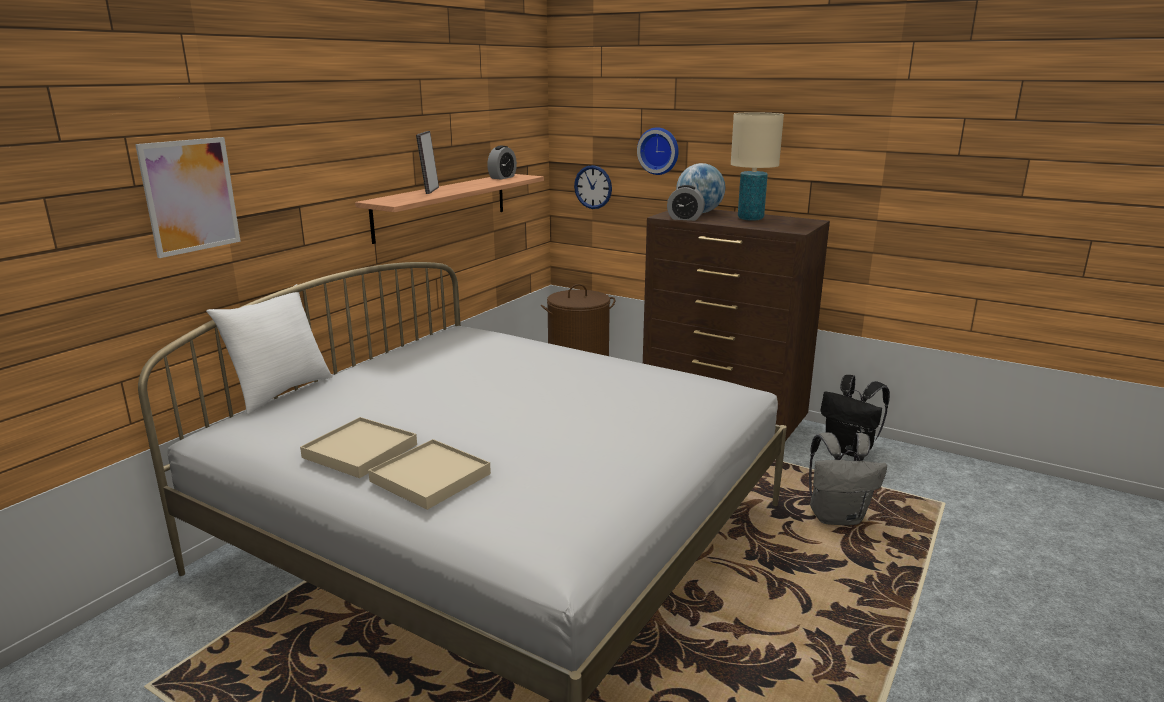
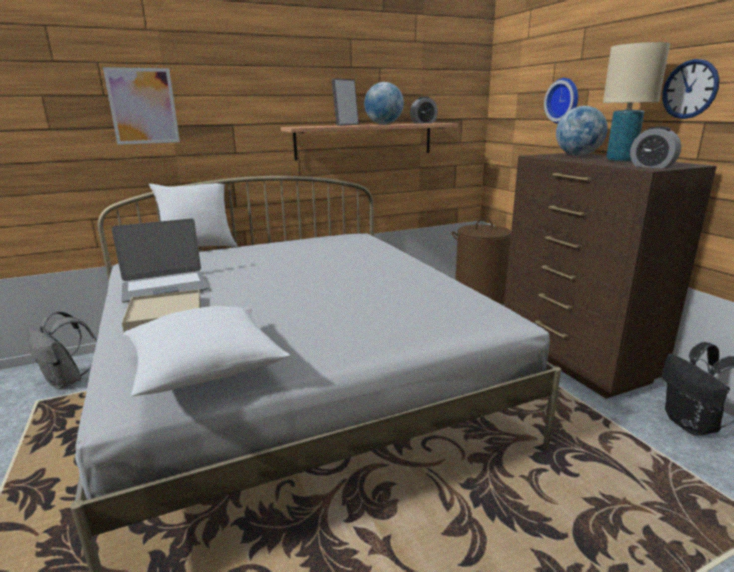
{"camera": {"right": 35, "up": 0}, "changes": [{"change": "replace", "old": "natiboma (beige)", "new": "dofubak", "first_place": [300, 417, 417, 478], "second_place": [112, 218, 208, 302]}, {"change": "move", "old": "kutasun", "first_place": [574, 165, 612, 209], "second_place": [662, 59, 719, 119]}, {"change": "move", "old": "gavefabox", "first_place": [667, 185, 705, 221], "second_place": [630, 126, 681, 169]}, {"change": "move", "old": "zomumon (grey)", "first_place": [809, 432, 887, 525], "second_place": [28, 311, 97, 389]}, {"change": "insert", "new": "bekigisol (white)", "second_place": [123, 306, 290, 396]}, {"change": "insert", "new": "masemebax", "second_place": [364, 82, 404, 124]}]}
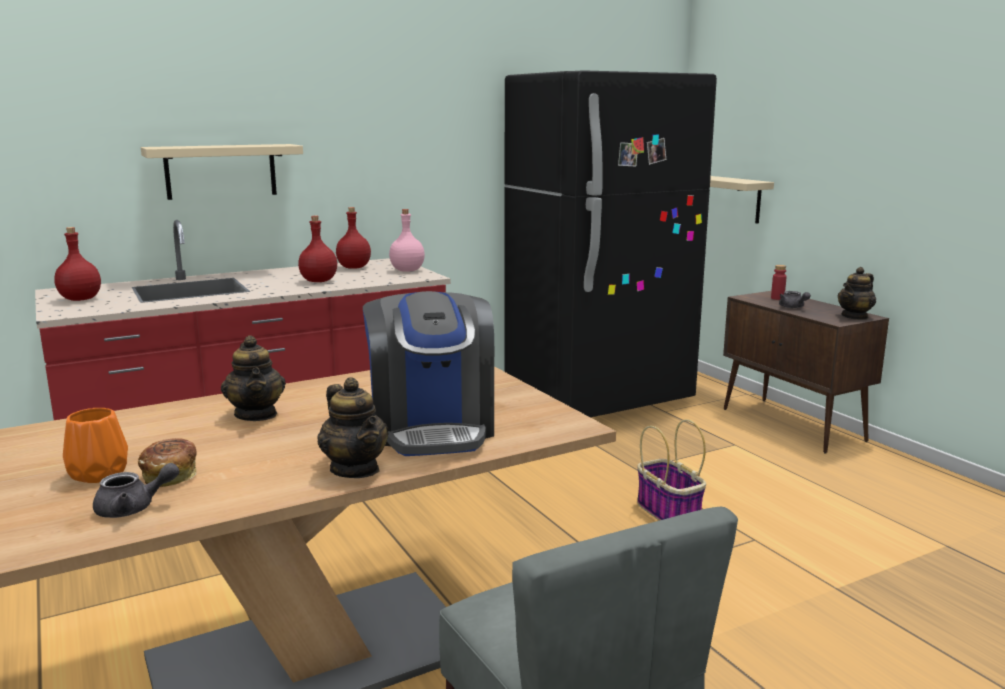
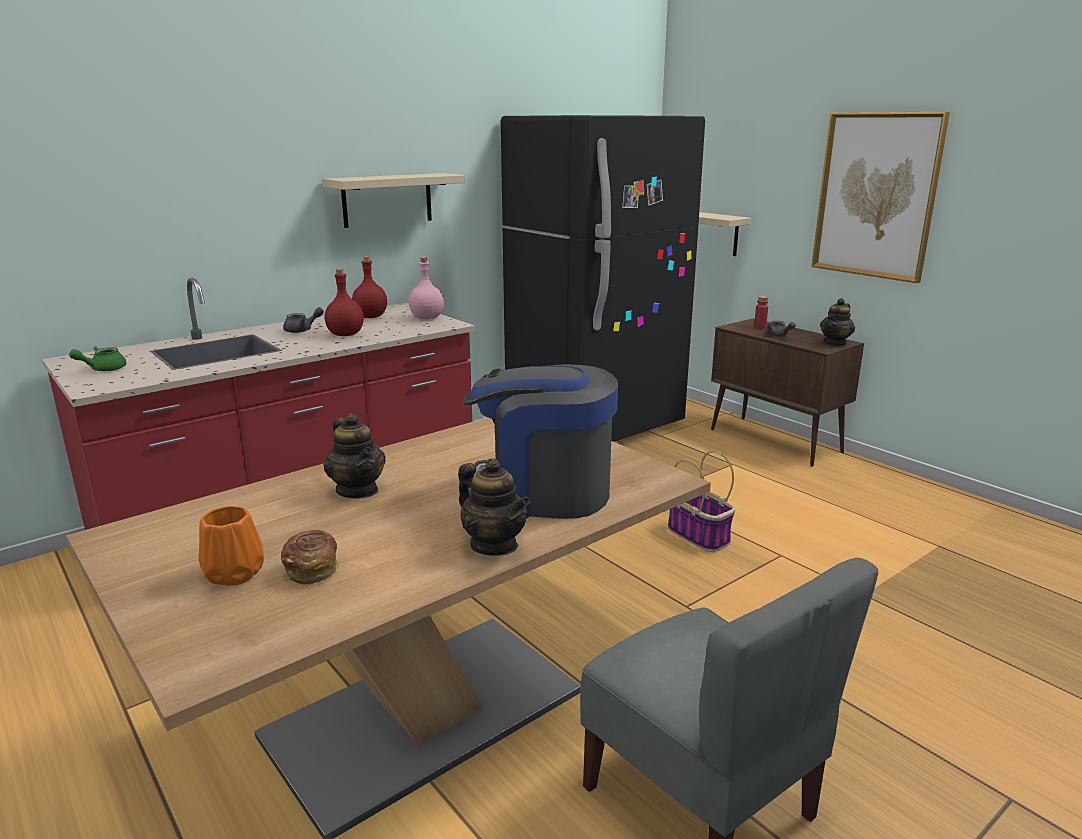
{"camera": {"right": -10, "up": 5}, "changes": [{"change": "replace", "old": "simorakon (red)", "new": "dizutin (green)", "first_place": [54, 227, 101, 301], "second_place": [69, 346, 127, 371]}, {"change": "move", "old": "dizutin (grey)", "first_place": [93, 463, 179, 518], "second_place": [283, 307, 324, 333]}, {"change": "move", "old": "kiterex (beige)", "first_place": [141, 144, 303, 200], "second_place": [323, 173, 465, 228]}, {"change": "rotate", "old": "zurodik", "first_place": [363, 291, 494, 456], "second_place": [463, 364, 618, 519], "degrees": 120}, {"change": "insert", "new": "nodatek", "second_place": [811, 112, 950, 283]}]}
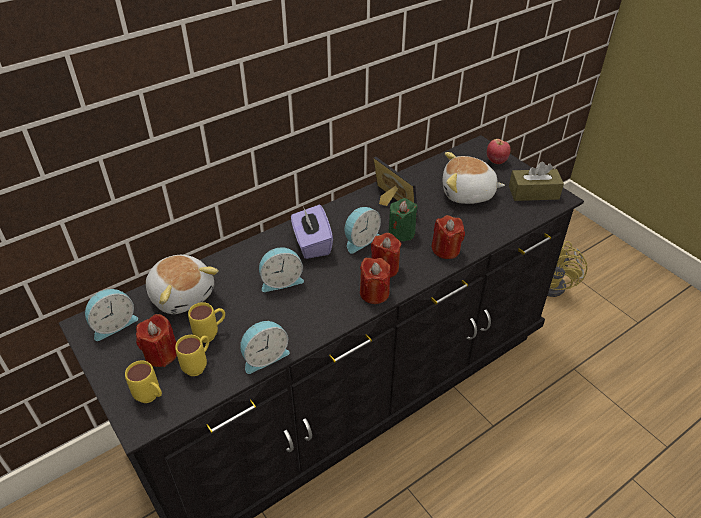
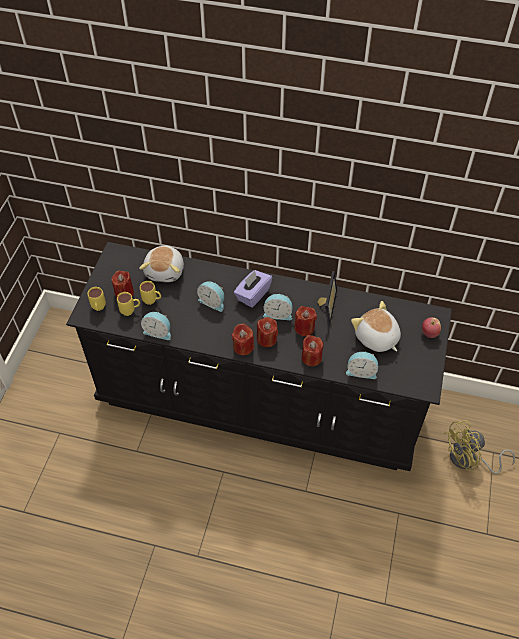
{"camera": {"right": 50, "up": 10}, "changes": [{"change": "move", "old": "gavefabox", "first_place": [85, 289, 138, 341], "second_place": [346, 351, 378, 379]}, {"change": "recolor", "old": "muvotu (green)", "new": "muvotu (red)", "first_place": [388, 198, 418, 241], "second_place": [294, 306, 317, 336]}, {"change": "delete", "old": "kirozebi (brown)", "first_place": [509, 162, 564, 201]}]}
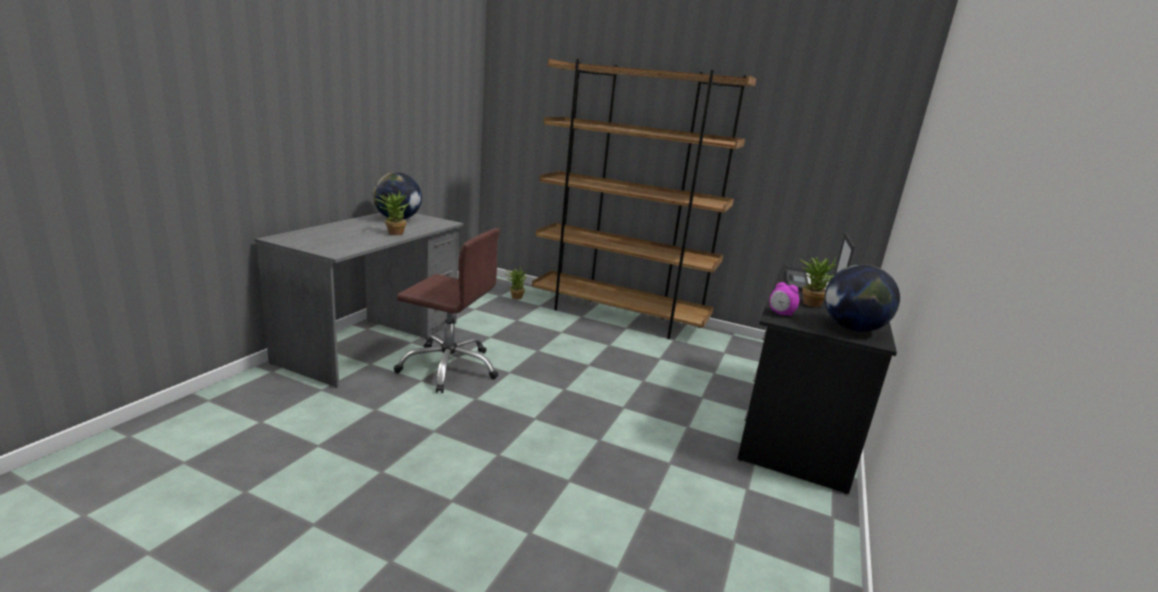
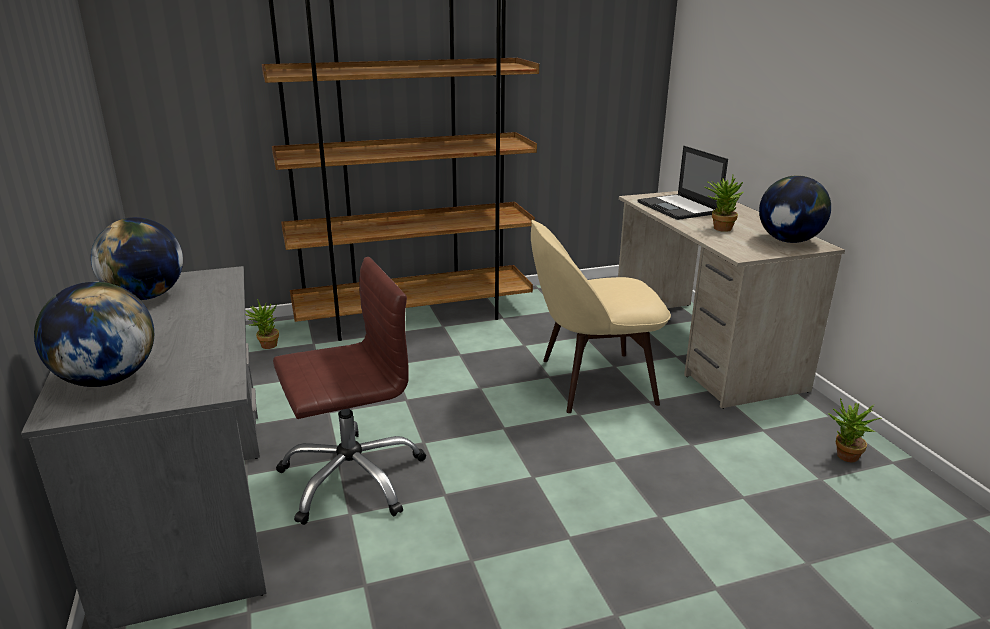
{"camera": {"right": -40, "up": 5}, "changes": [{"change": "move", "old": "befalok", "first_place": [375, 189, 409, 235], "second_place": [828, 398, 882, 462]}, {"change": "recolor", "old": "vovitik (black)", "new": "vovitik (beige)", "first_place": [737, 266, 897, 494], "second_place": [618, 191, 845, 409]}, {"change": "delete", "old": "gavefabox", "first_place": [769, 282, 800, 316]}, {"change": "insert", "new": "masemebax", "second_place": [34, 282, 154, 387]}, {"change": "insert", "new": "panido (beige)", "second_place": [531, 220, 671, 413]}]}
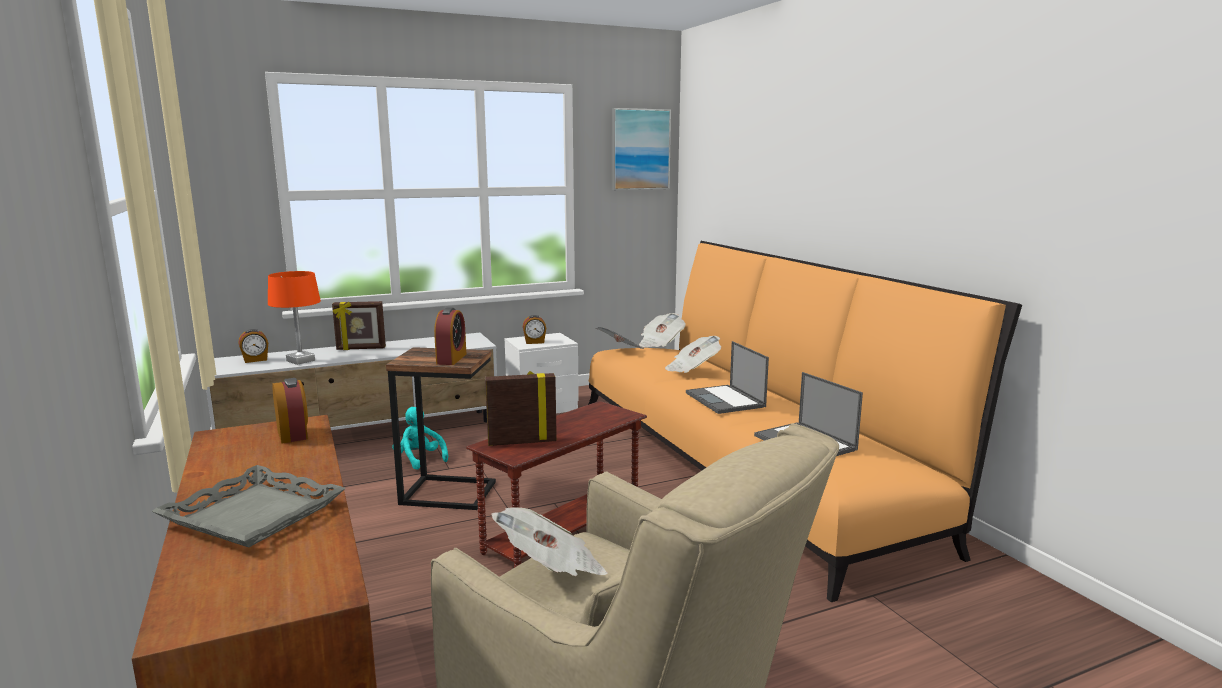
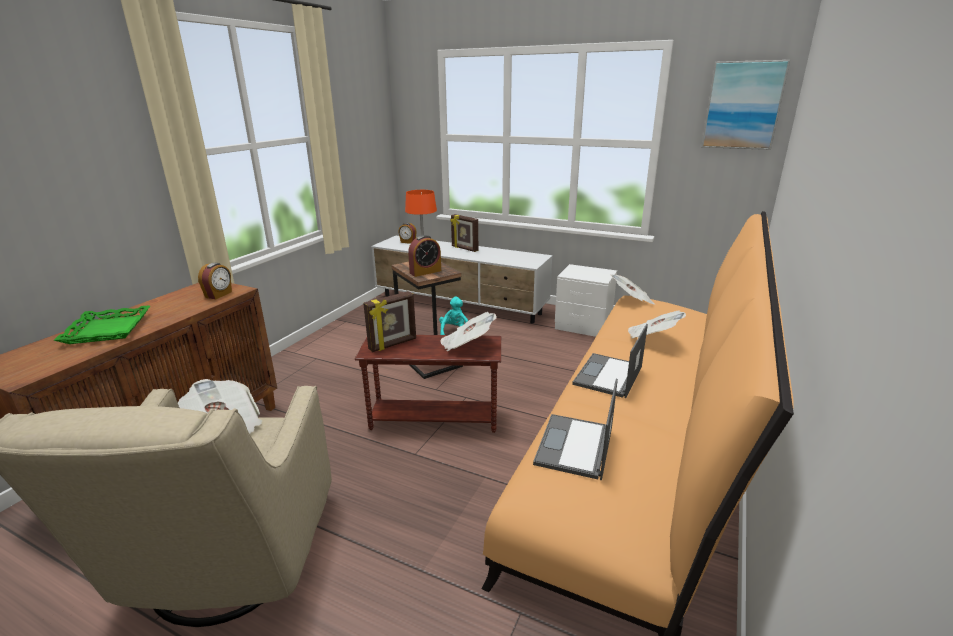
{"camera": {"right": 50, "up": 10}, "changes": [{"change": "recolor", "old": "natiboma (grey)", "new": "natiboma (green)", "first_place": [152, 465, 346, 547], "second_place": [53, 305, 150, 344]}, {"change": "rotate", "old": "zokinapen", "first_place": [485, 371, 557, 446], "second_place": [363, 291, 416, 352], "degrees": 105}, {"change": "delete", "old": "gavefabox", "first_place": [523, 315, 546, 344]}, {"change": "move", "old": "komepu", "first_place": [639, 313, 686, 347], "second_place": [440, 312, 496, 351]}]}
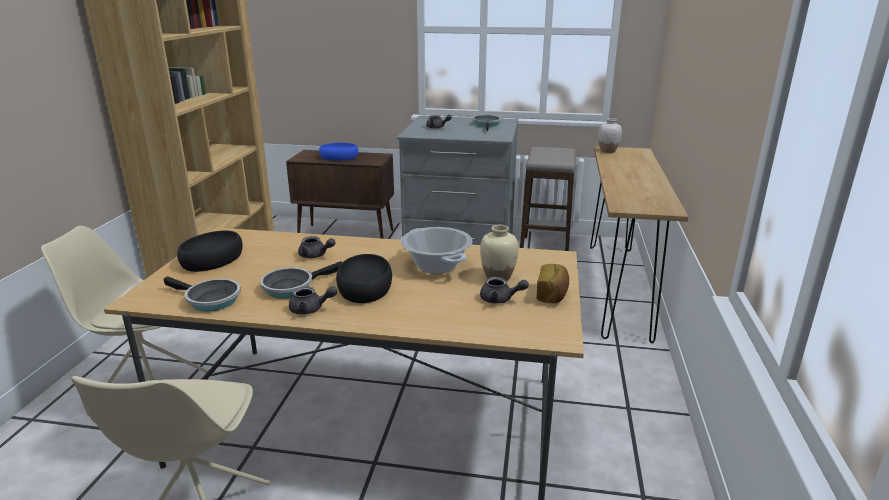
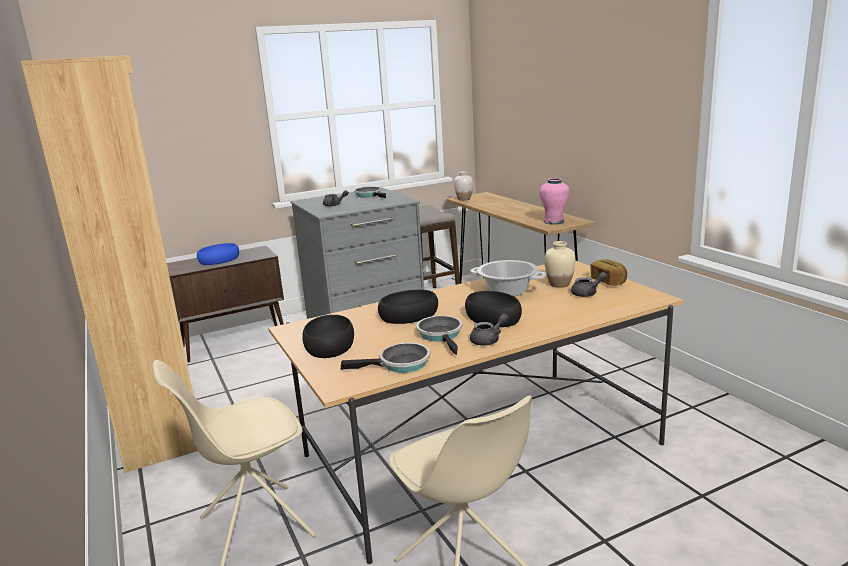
{"camera": {"right": -35, "up": -5}, "changes": [{"change": "rotate", "old": "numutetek", "first_place": [260, 261, 342, 298], "second_place": [416, 315, 462, 355], "degrees": 150}, {"change": "replace", "old": "dizutin (grey)", "new": "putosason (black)", "first_place": [298, 236, 336, 258], "second_place": [378, 290, 438, 324]}, {"change": "insert", "new": "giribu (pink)", "second_place": [539, 178, 570, 224]}]}
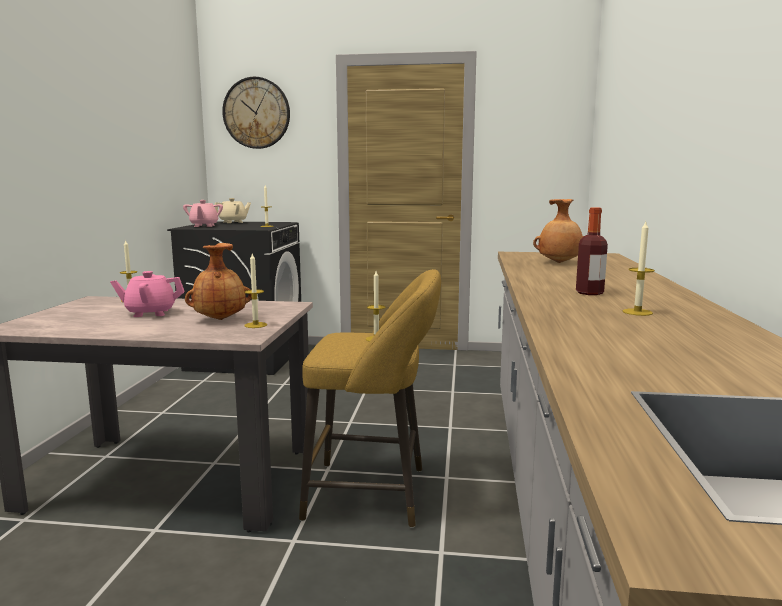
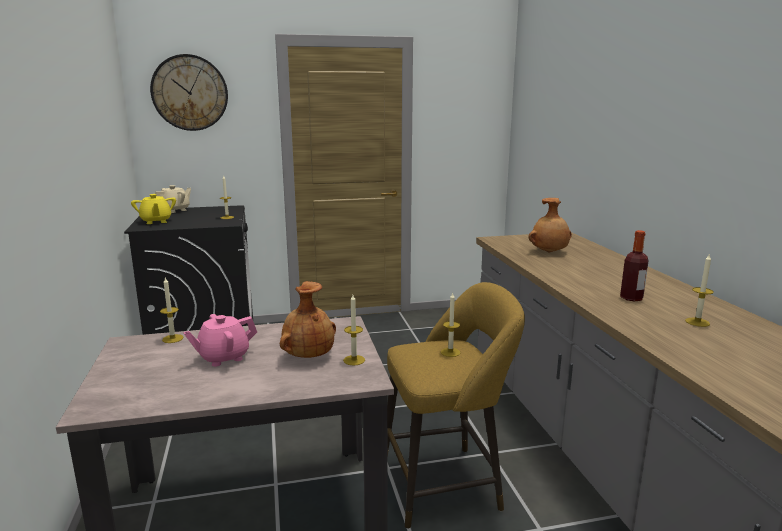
{"camera": {"right": -20, "up": 5}, "changes": [{"change": "recolor", "old": "dizutin (pink)", "new": "dizutin (yellow)", "first_place": [183, 200, 223, 227], "second_place": [131, 194, 176, 224]}]}
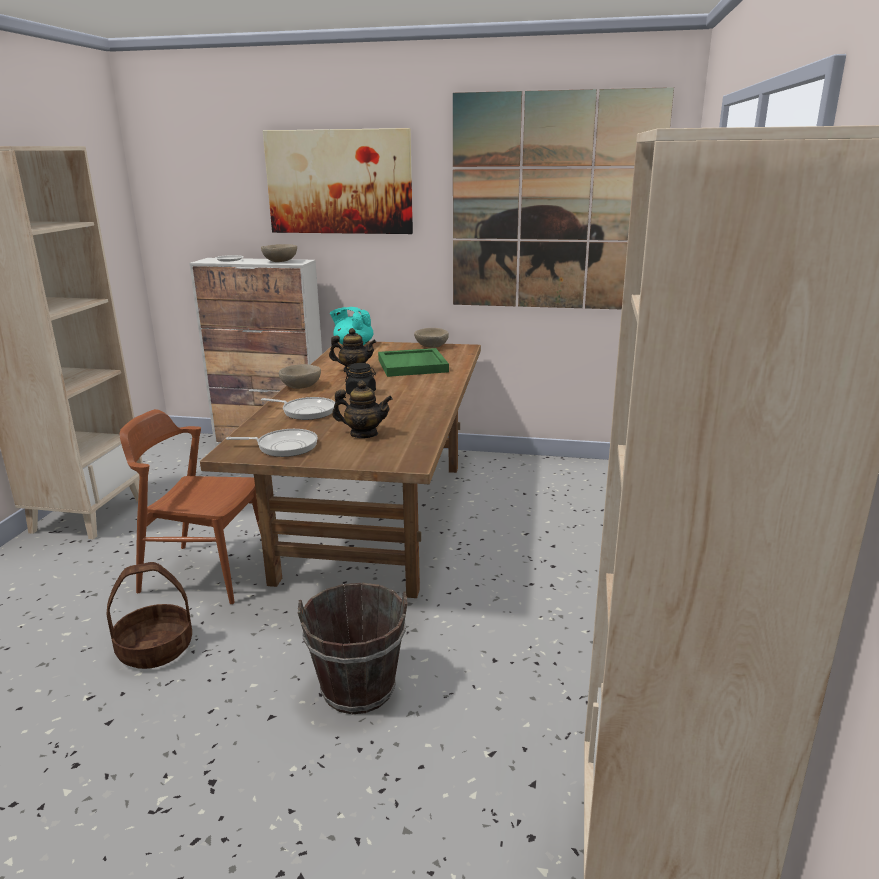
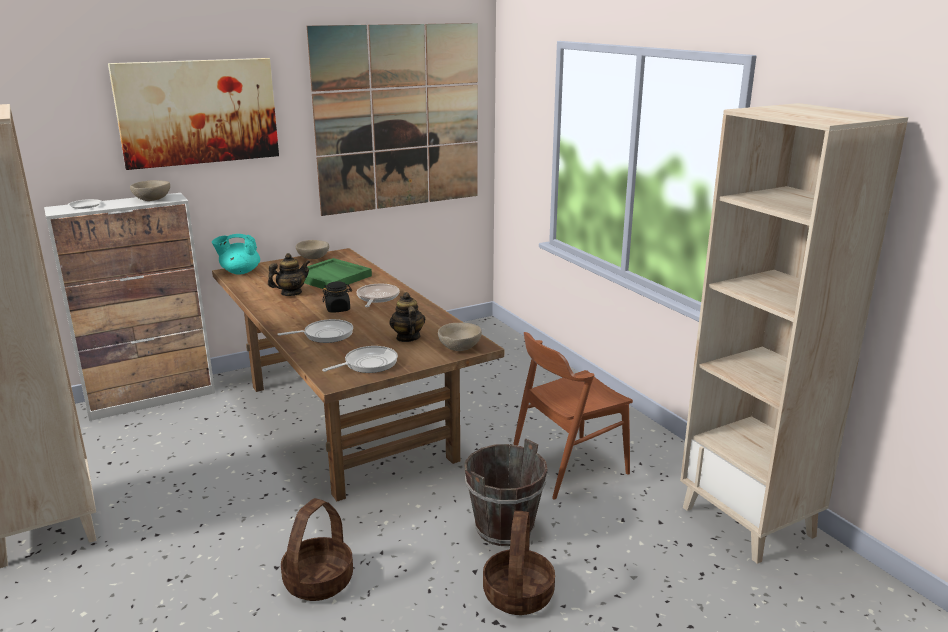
{"camera": {"right": -40, "up": 0}, "changes": [{"change": "move", "old": "panido (brown)", "first_place": [120, 409, 261, 604], "second_place": [513, 332, 633, 500]}, {"change": "move", "old": "putosason (beige)", "first_place": [278, 364, 321, 389], "second_place": [438, 323, 482, 351]}, {"change": "rotate", "old": "dizutin", "first_place": [332, 380, 393, 438], "second_place": [390, 292, 425, 342], "degrees": -75}, {"change": "insert", "new": "numutetek", "second_place": [356, 284, 399, 307]}, {"change": "insert", "new": "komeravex", "second_place": [483, 511, 555, 615]}]}
